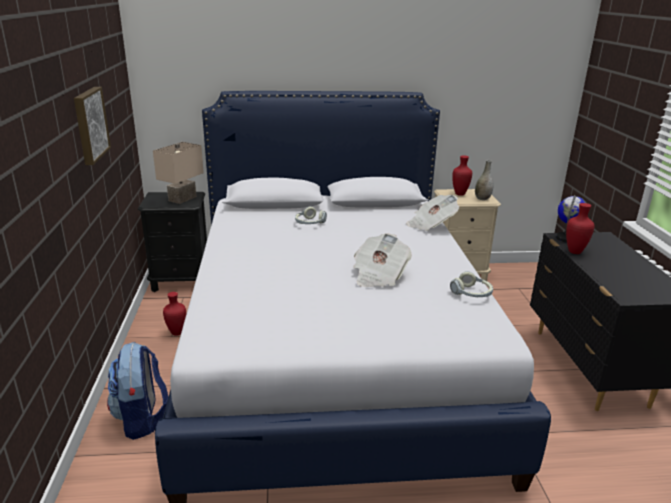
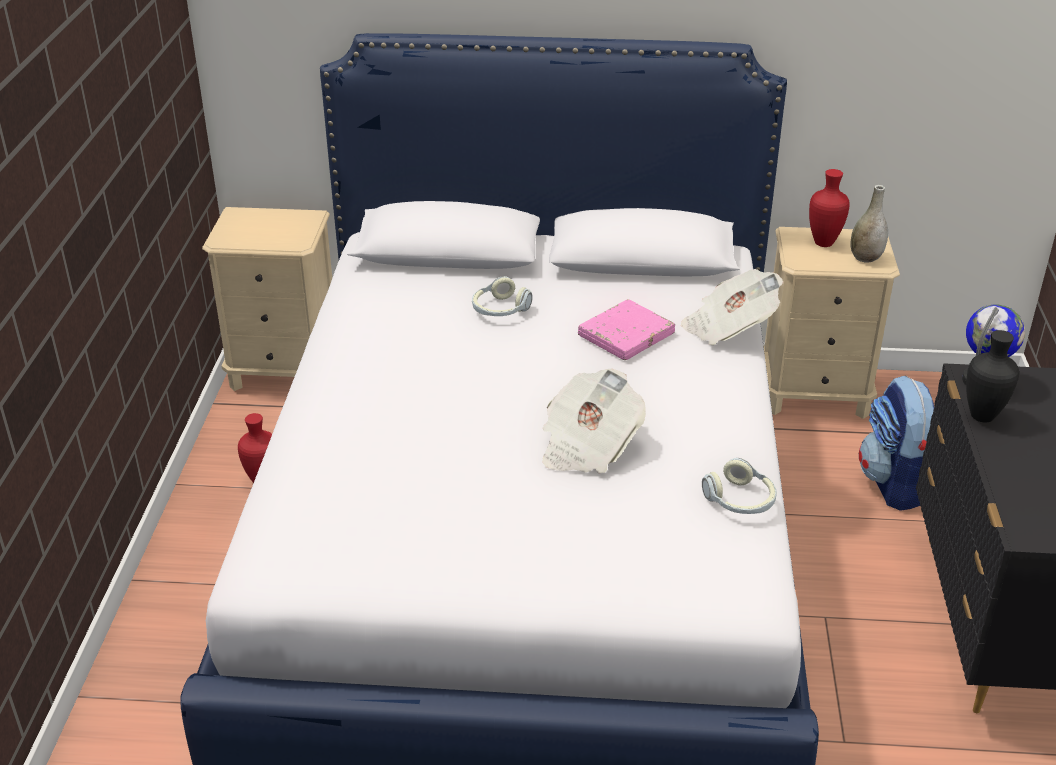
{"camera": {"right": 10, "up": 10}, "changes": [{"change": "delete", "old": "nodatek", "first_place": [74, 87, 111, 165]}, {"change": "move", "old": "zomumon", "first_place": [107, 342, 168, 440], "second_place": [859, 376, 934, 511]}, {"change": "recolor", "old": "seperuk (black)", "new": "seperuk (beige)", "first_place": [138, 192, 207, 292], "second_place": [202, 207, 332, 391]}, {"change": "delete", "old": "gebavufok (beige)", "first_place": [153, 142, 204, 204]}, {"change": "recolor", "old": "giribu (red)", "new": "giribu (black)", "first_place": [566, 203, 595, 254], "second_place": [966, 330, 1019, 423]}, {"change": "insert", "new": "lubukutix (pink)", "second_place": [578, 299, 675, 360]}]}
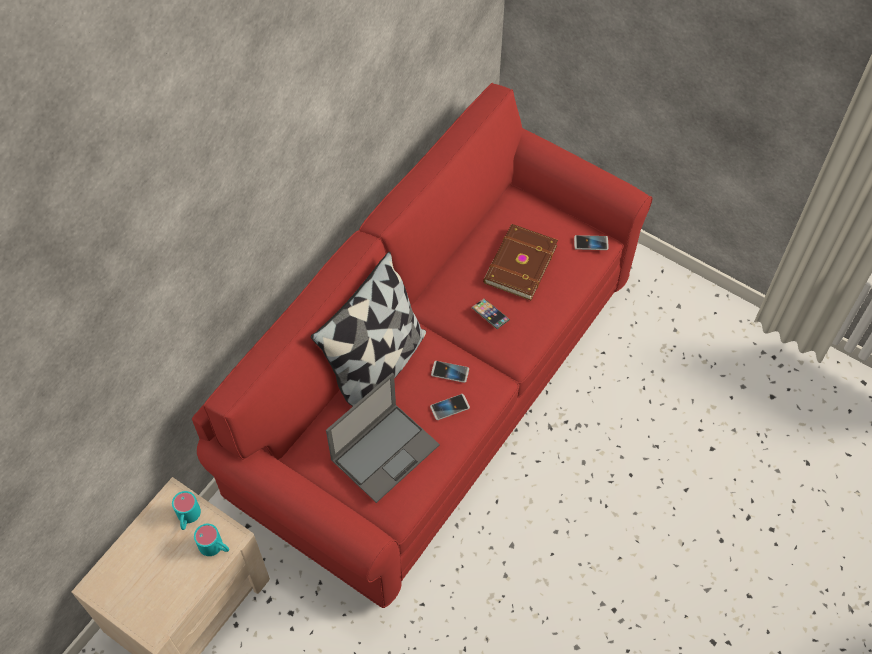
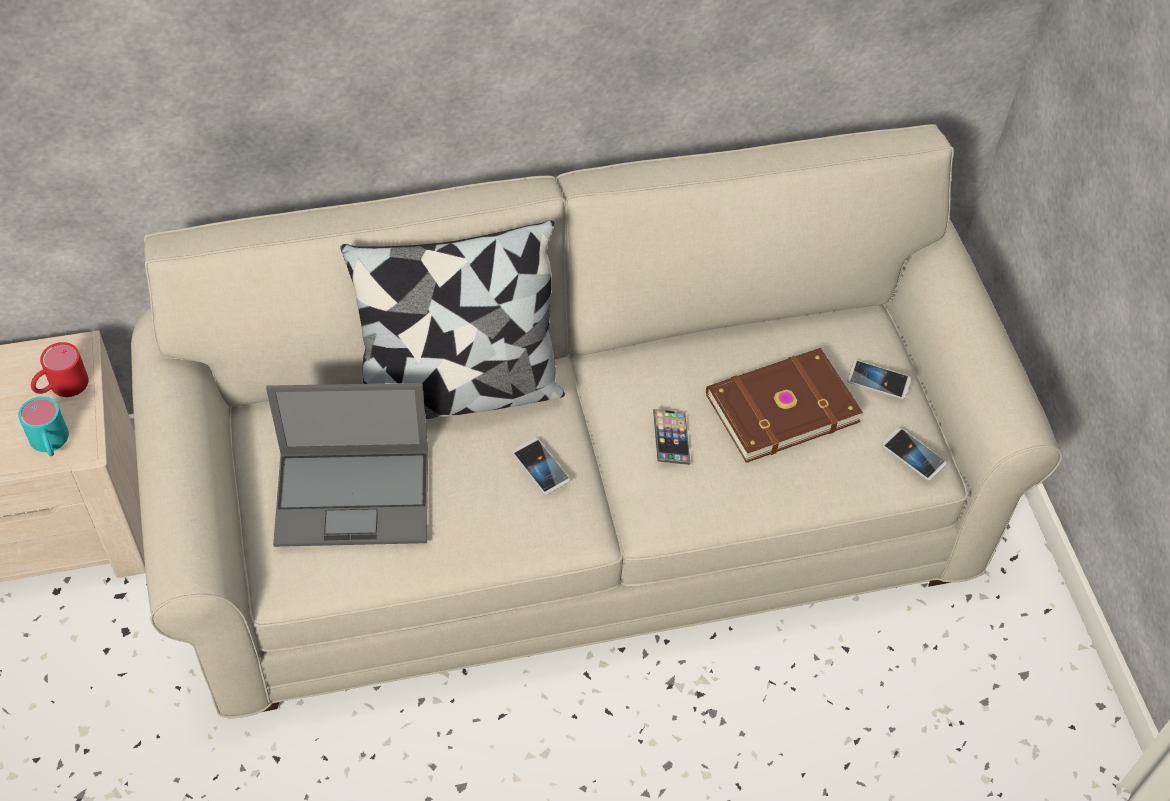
{"camera": {"right": 40, "up": -5}, "changes": [{"change": "recolor", "old": "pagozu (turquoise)", "new": "pagozu (red)", "first_place": [172, 491, 201, 530], "second_place": [31, 342, 89, 397]}, {"change": "recolor", "old": "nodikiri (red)", "new": "nodikiri (beige)", "first_place": [192, 83, 653, 608], "second_place": [131, 124, 1063, 718]}, {"change": "move", "old": "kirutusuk", "first_place": [430, 394, 470, 420], "second_place": [847, 360, 911, 399]}]}
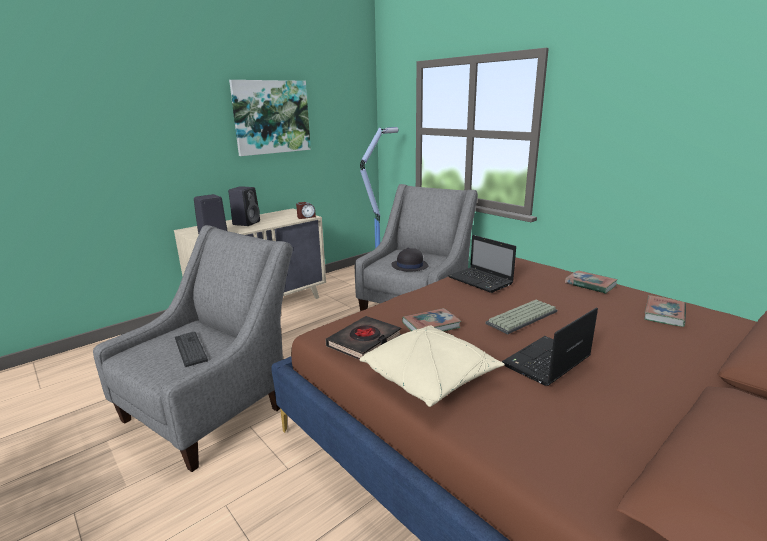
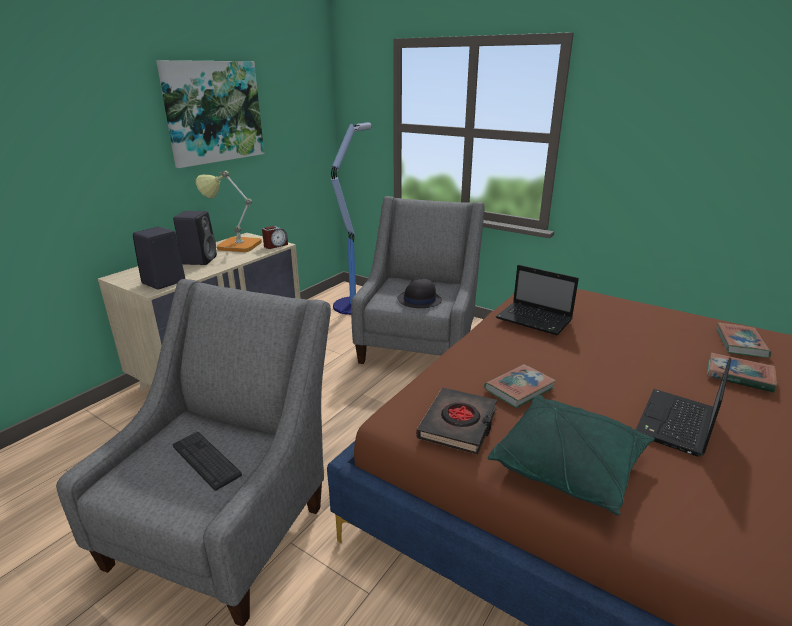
{"camera": {"right": -15, "up": 5}, "changes": [{"change": "recolor", "old": "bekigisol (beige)", "new": "bekigisol (green)", "first_place": [359, 326, 505, 407], "second_place": [488, 395, 655, 516]}, {"change": "delete", "old": "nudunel", "first_place": [485, 300, 557, 334]}, {"change": "move", "old": "lubukutix", "first_place": [565, 270, 618, 294], "second_place": [707, 352, 777, 393]}, {"change": "insert", "new": "gebavufok", "second_place": [196, 171, 262, 252]}]}
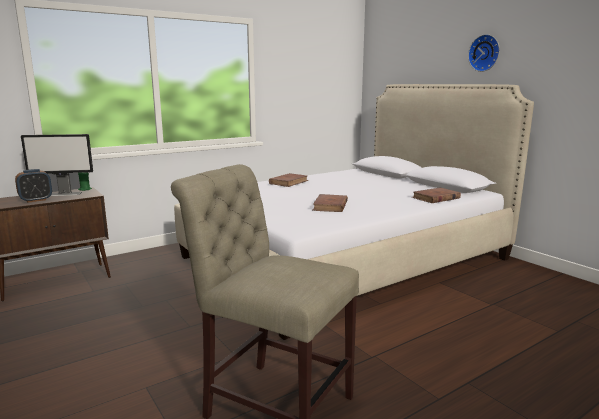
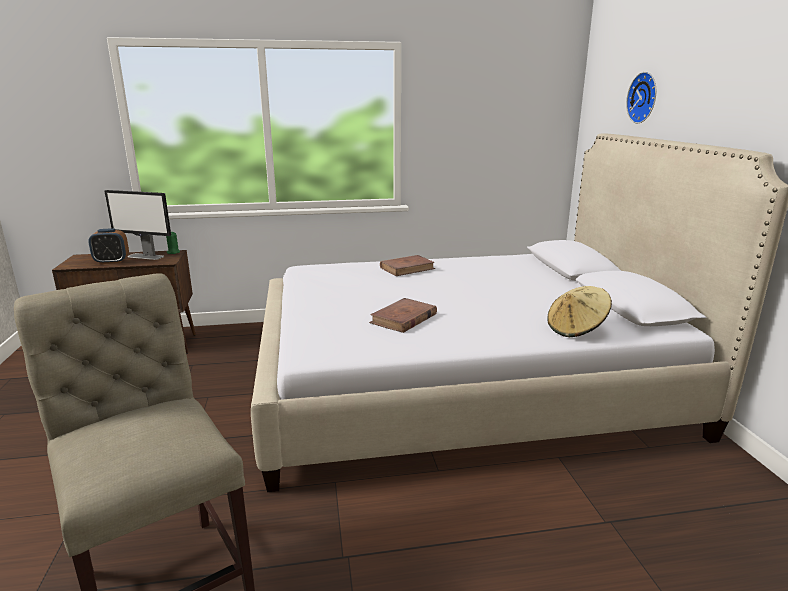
{"camera": {"right": 25, "up": 5}, "changes": [{"change": "replace", "old": "lubukutix (brown)", "new": "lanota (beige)", "first_place": [412, 188, 461, 203], "second_place": [547, 286, 612, 337]}, {"change": "move", "old": "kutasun", "first_place": [468, 34, 500, 72], "second_place": [626, 72, 656, 123]}]}
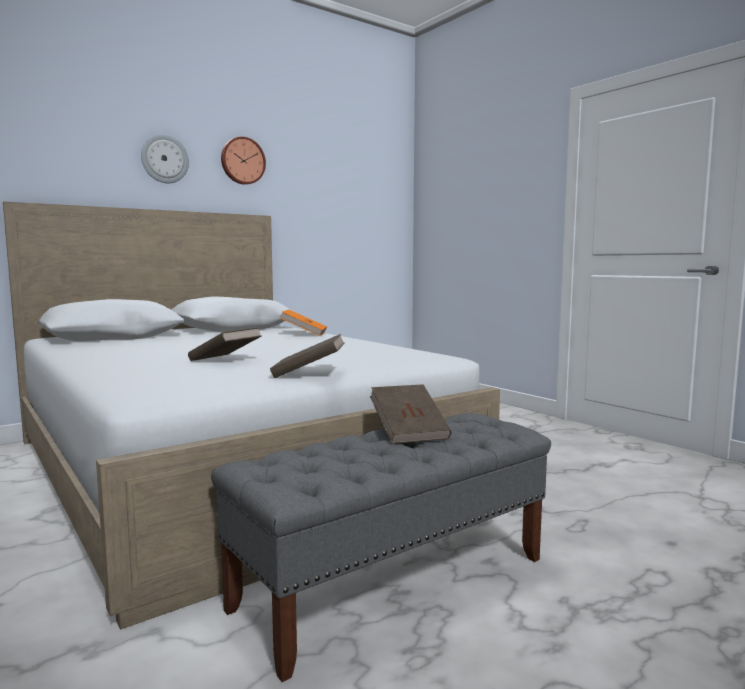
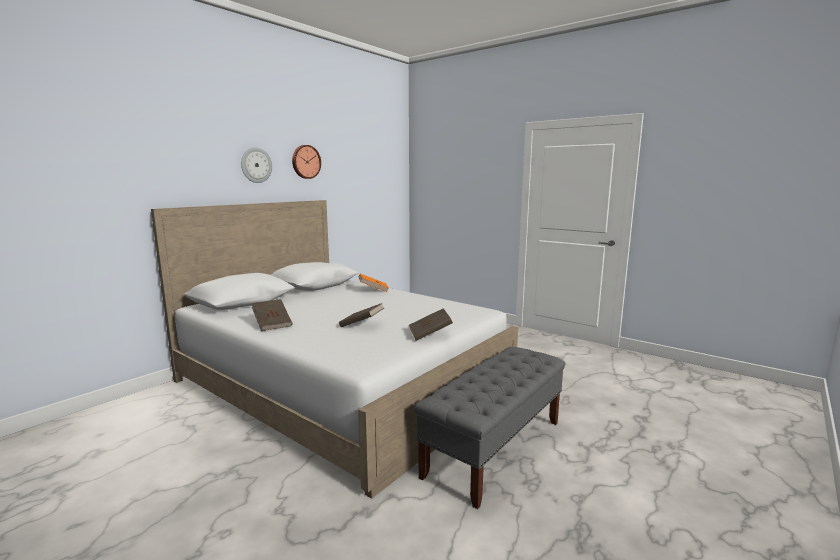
{"camera": {"right": -15, "up": 5}, "changes": [{"change": "move", "old": "lubukutix (brown)", "first_place": [370, 384, 451, 444], "second_place": [252, 299, 293, 331]}]}
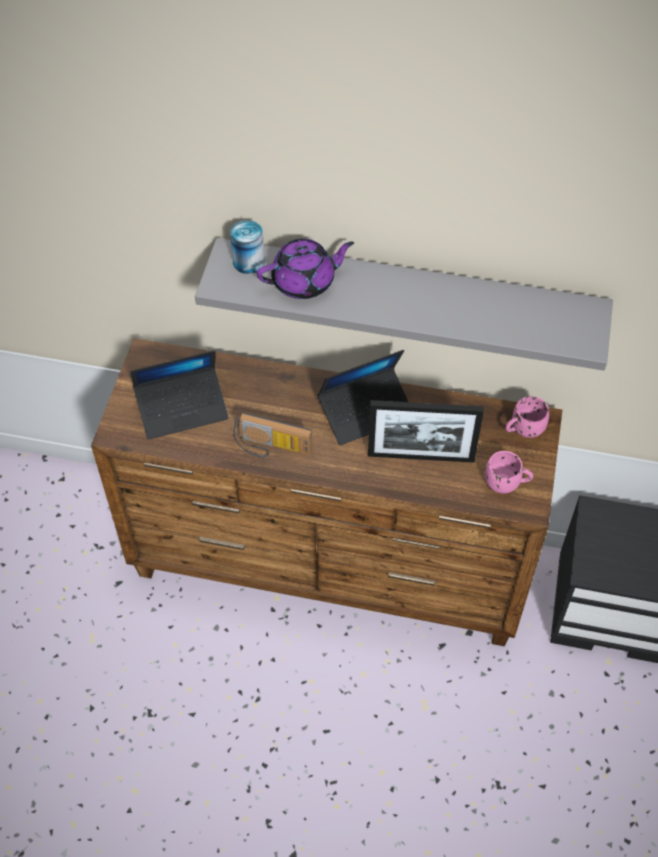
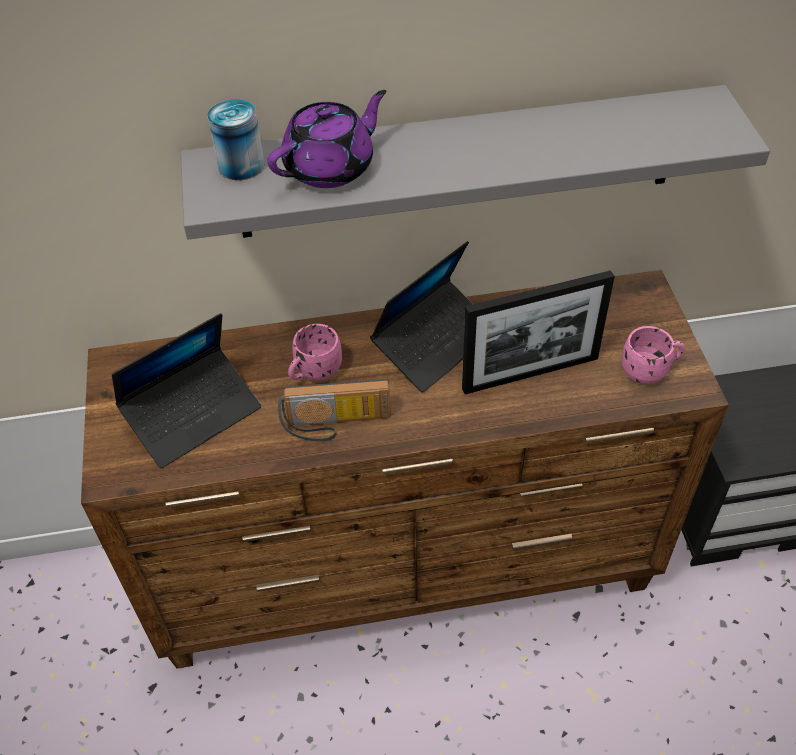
{"camera": {"right": -20, "up": -5}, "changes": [{"change": "move", "old": "pagozu (pink)", "first_place": [505, 396, 549, 438], "second_place": [288, 324, 342, 381]}]}
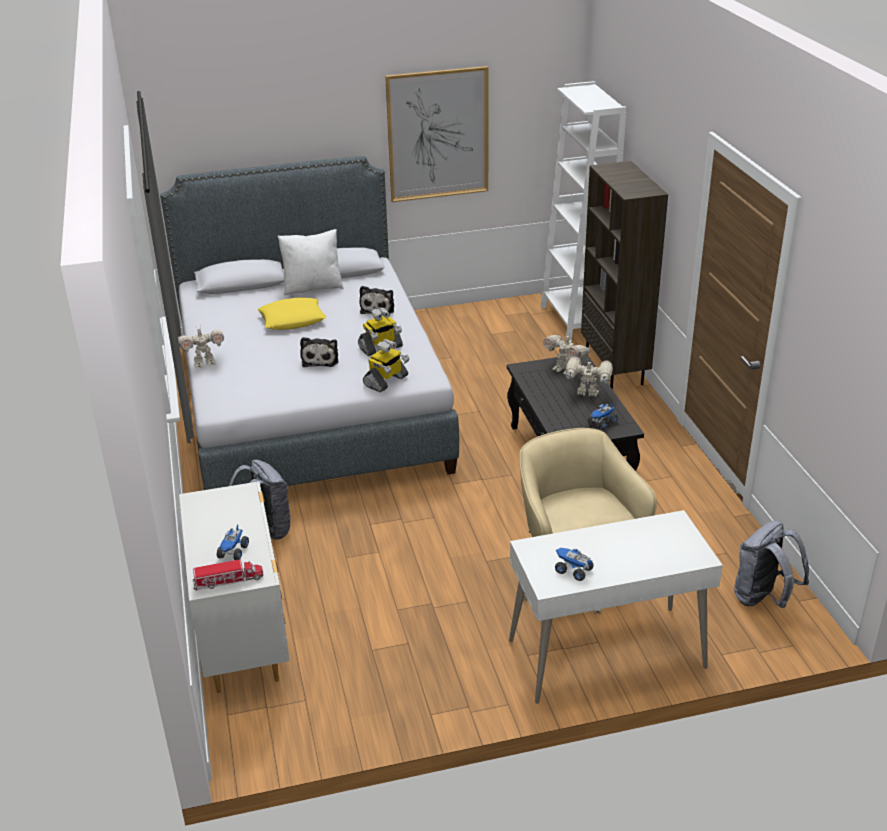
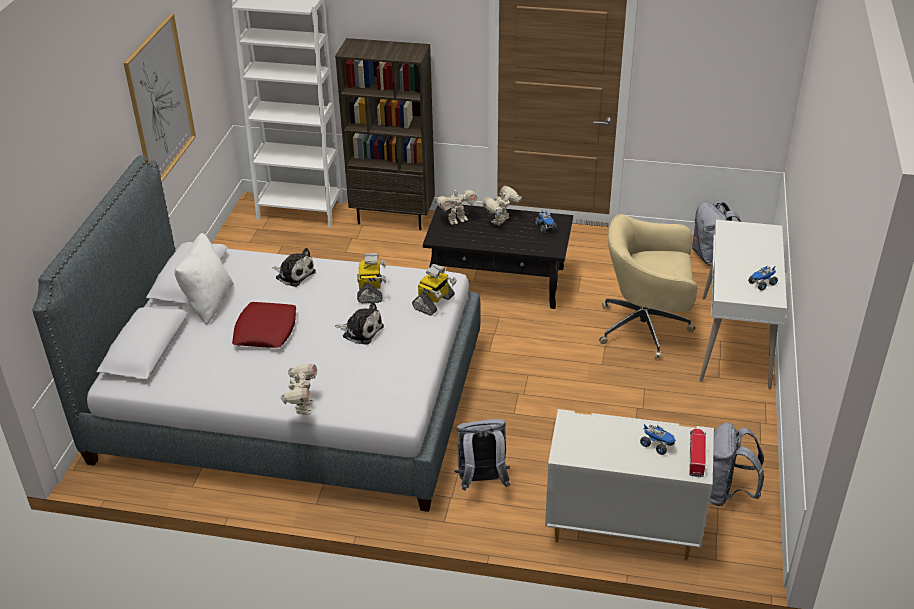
{"camera": {"right": -65, "up": 5}, "changes": [{"change": "recolor", "old": "bekigisol (yellow)", "new": "bekigisol (red)", "first_place": [258, 298, 326, 330], "second_place": [232, 302, 296, 348]}, {"change": "rotate", "old": "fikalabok", "first_place": [363, 339, 409, 392], "second_place": [412, 264, 457, 315], "degrees": 60}, {"change": "insert", "new": "zomumon (grey)", "second_place": [710, 422, 764, 506]}]}
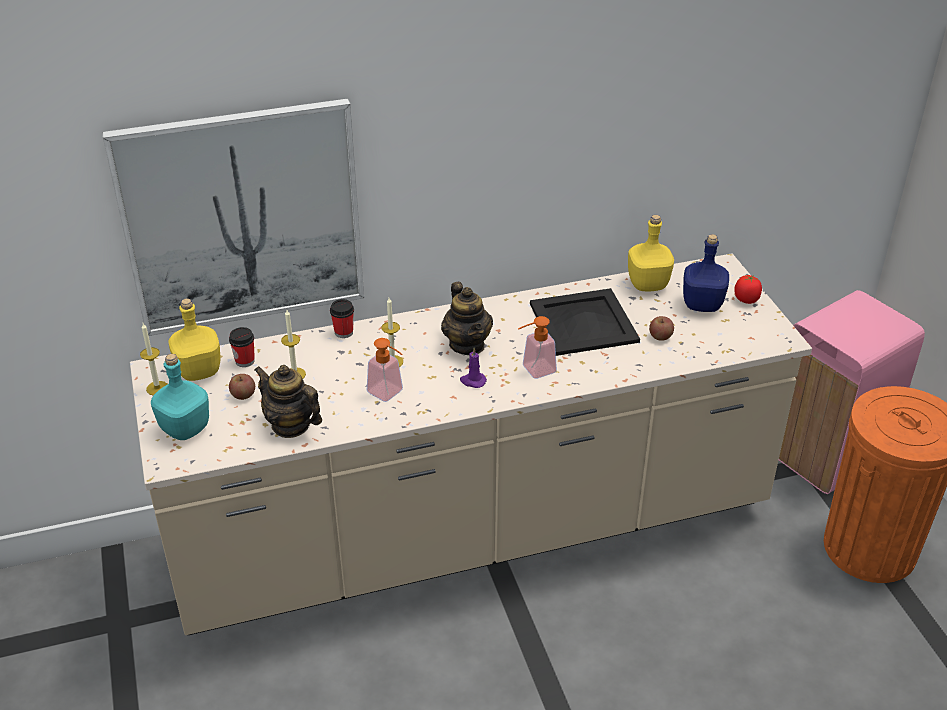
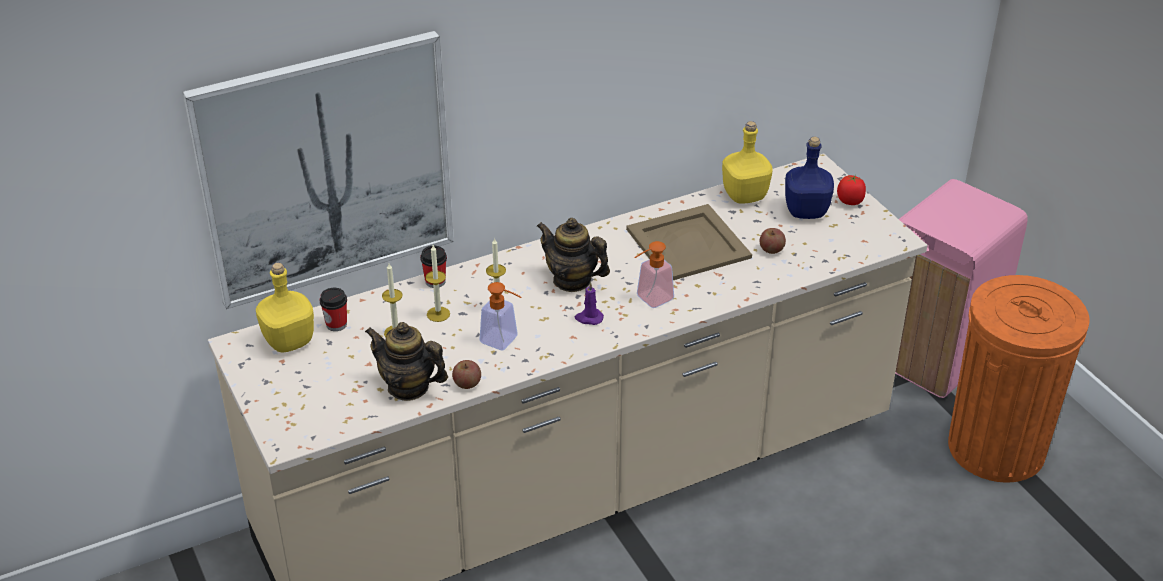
{"camera": {"right": -10, "up": 0}, "changes": [{"change": "move", "old": "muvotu", "first_place": [140, 323, 167, 395], "second_place": [425, 245, 450, 322]}, {"change": "delete", "old": "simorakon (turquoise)", "first_place": [151, 354, 209, 440]}, {"change": "move", "old": "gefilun", "first_place": [229, 374, 255, 400], "second_place": [452, 360, 481, 389]}, {"change": "rotate", "old": "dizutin", "first_place": [441, 282, 493, 355], "second_place": [537, 218, 610, 292], "degrees": 150}, {"change": "recolor", "old": "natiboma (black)", "new": "natiboma (beige)", "first_place": [530, 288, 640, 356], "second_place": [626, 204, 752, 280]}]}
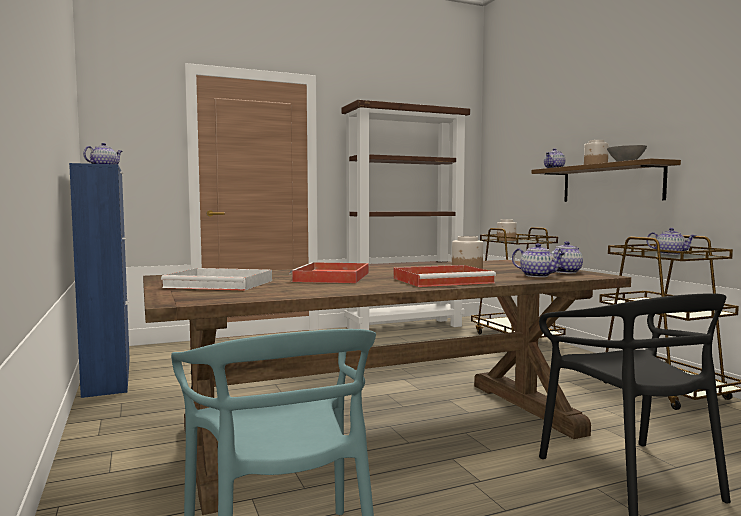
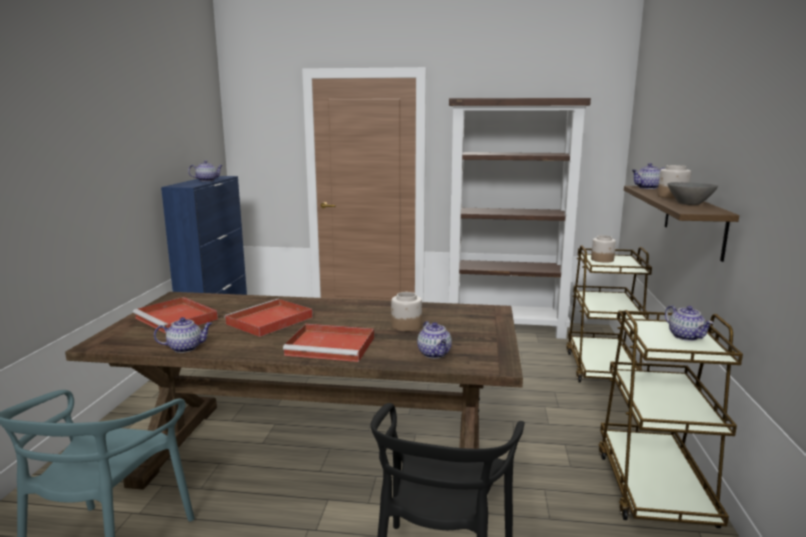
{"camera": {"right": 30, "up": 10}, "changes": [{"change": "recolor", "old": "natiboma (white)", "new": "natiboma (red)", "first_place": [161, 268, 272, 291], "second_place": [133, 297, 218, 334]}, {"change": "move", "old": "dizutin", "first_place": [551, 241, 583, 273], "second_place": [154, 317, 212, 353]}]}
